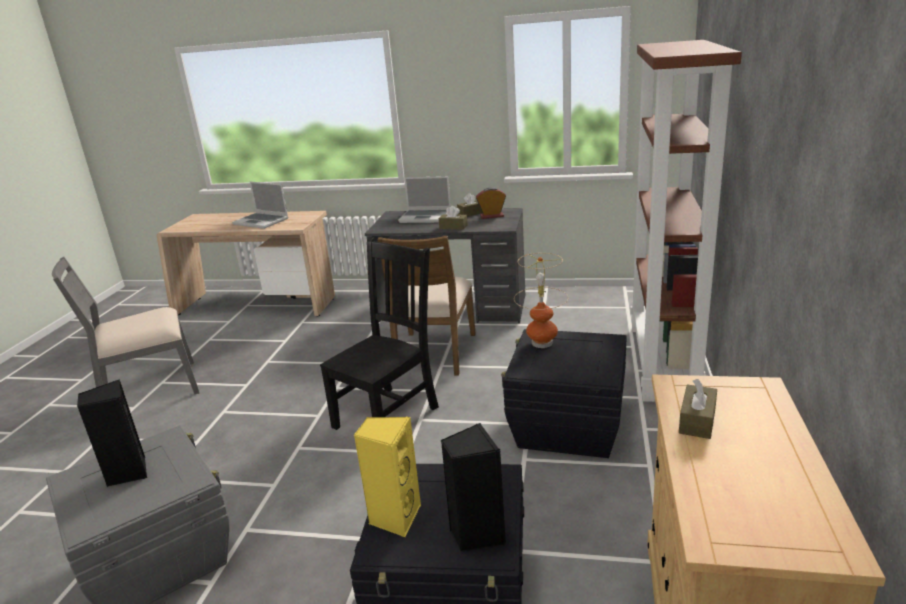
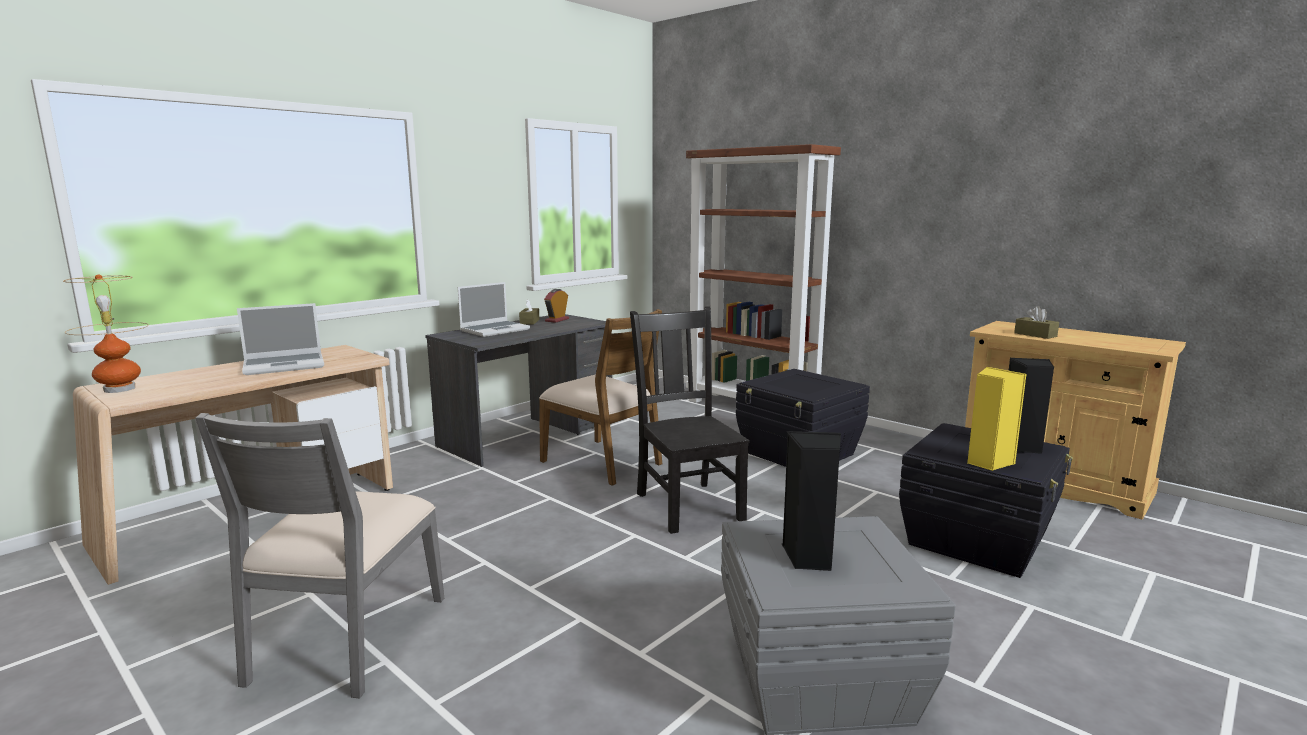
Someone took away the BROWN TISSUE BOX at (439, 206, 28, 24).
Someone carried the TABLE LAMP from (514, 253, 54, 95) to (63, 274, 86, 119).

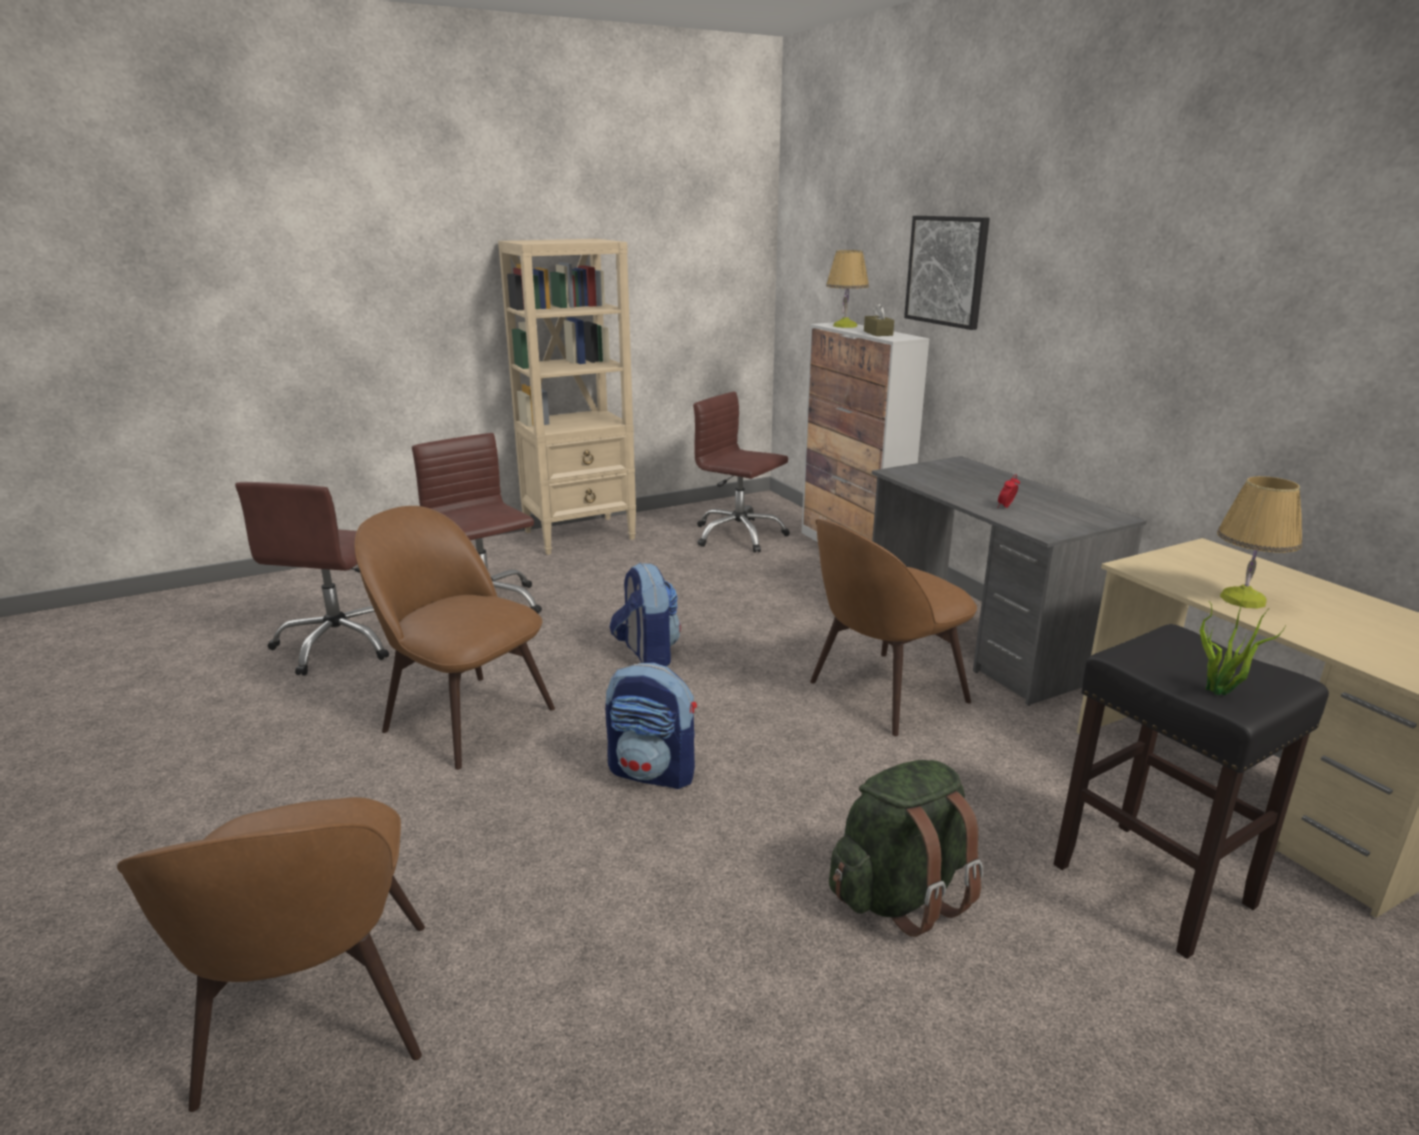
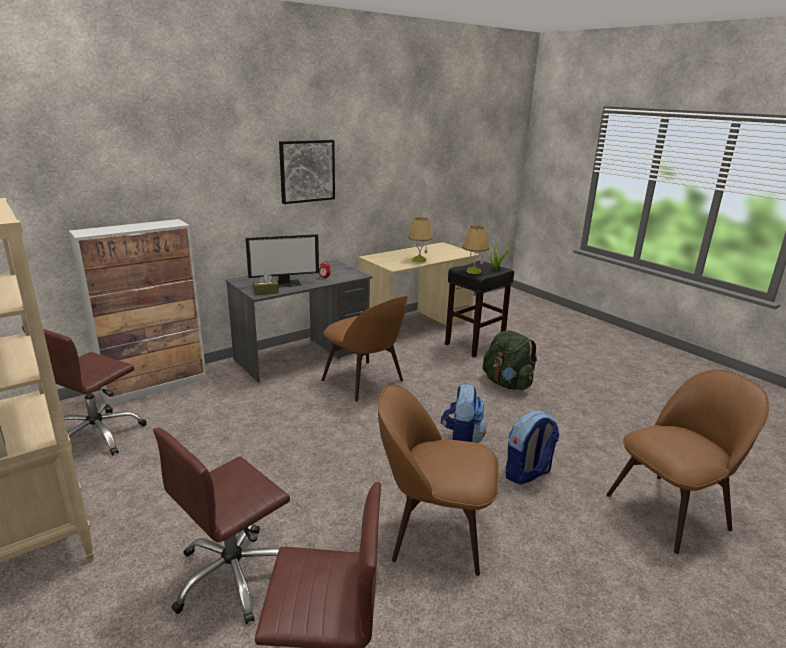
Someone carried the PICTURE from (904, 216, 86, 114) to (279, 140, 56, 64).
Someone carried the TABLE LAMP from (826, 250, 43, 78) to (462, 226, 27, 48).
Someone carried the BROWN TISSUE BOX from (864, 303, 30, 33) to (253, 274, 26, 21).
Someone rotated the BROWN CHAIR at (354, 506, 201, 264) by 75 degrees clockwise.
Someone carried the BACKPACK from (610, 562, 71, 105) to (506, 411, 53, 74).
Someone put down the MONITOR at (245, 234, 74, 53).

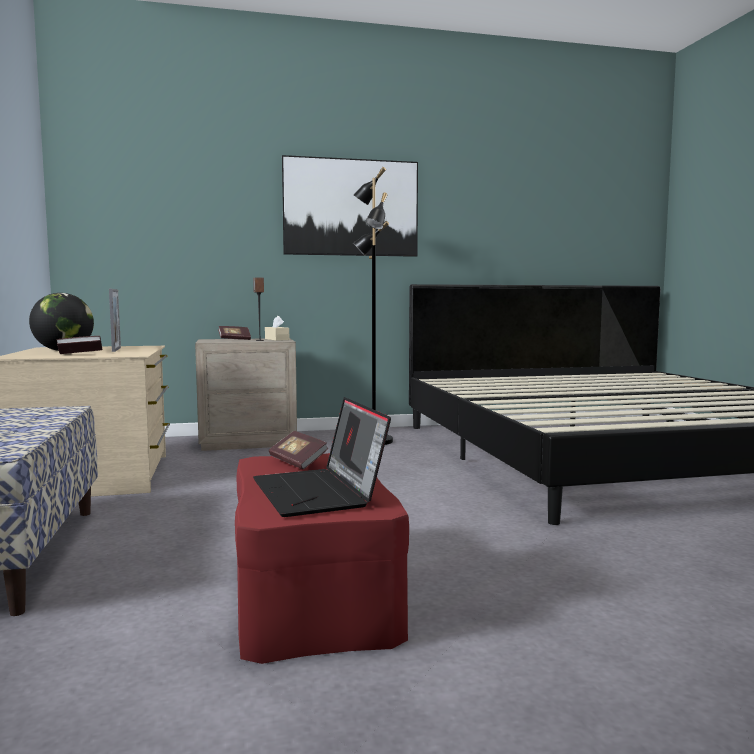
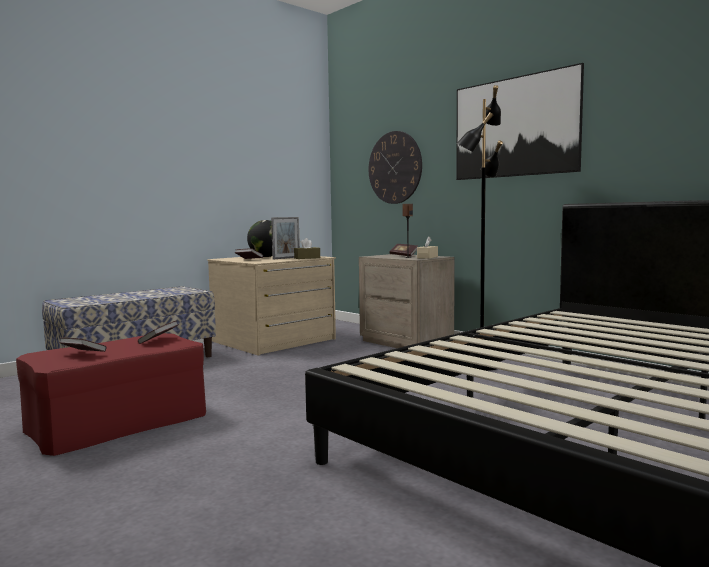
Someone swapped the LAPTOP at (253, 397, 138, 120) for the BOOK at (59, 338, 48, 14).
Someone put up the WALL CLOCK at (369, 131, 53, 73).
Someone put down the BROWN TISSUE BOX at (294, 238, 26, 21).

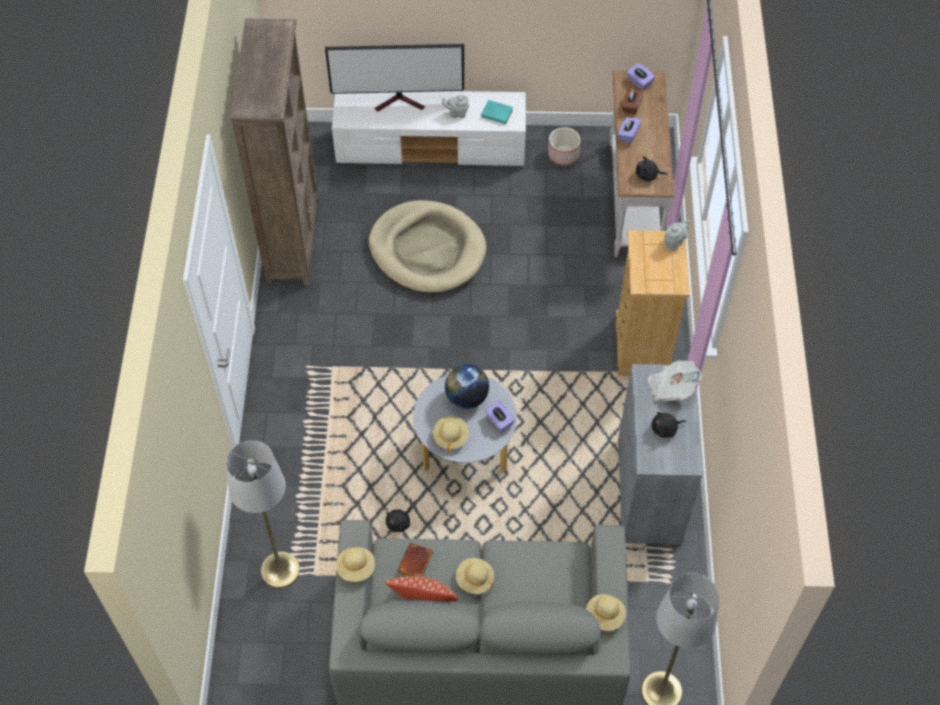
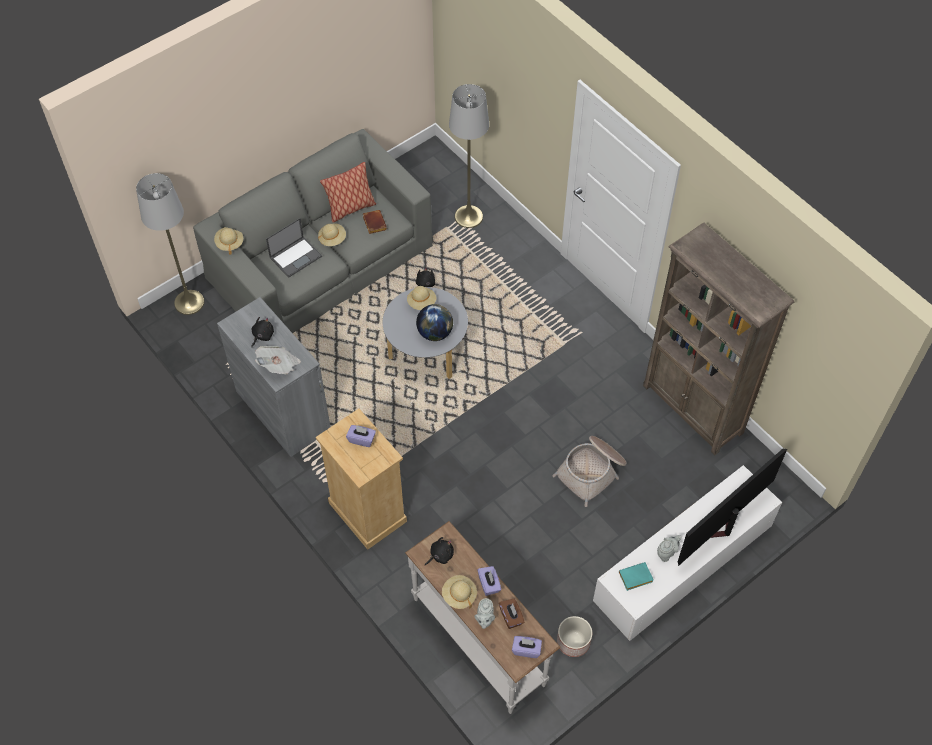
Someone swapped the BEIGE DOG BED at (368, 200, 119, 93) for the BASKET at (552, 436, 75, 71).
Someone carried the GREY TEAPOT from (664, 220, 26, 31) to (475, 598, 20, 31).
Someone carried the PURPLE TISSUE BOX from (485, 400, 30, 32) to (346, 425, 30, 22).
Someone carried the BEIGE HAT from (336, 547, 39, 35) to (442, 575, 35, 34).
Someone put down the LAPTOP at (266, 218, 56, 60).

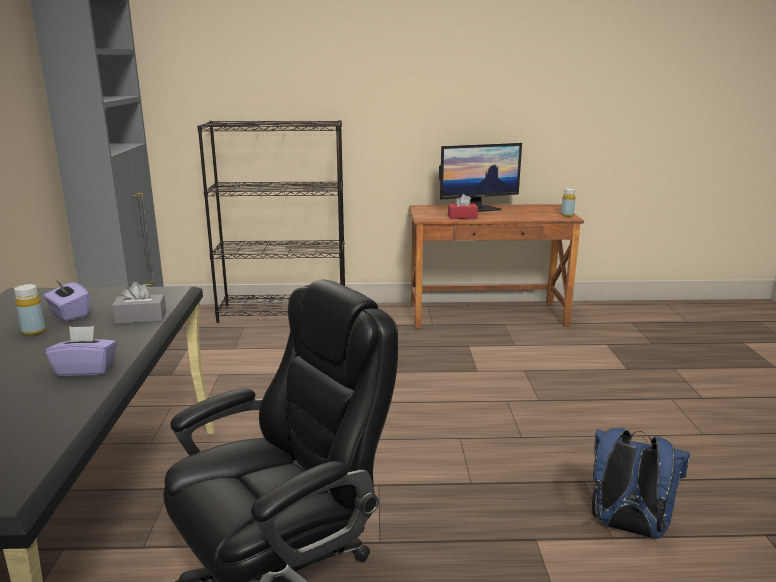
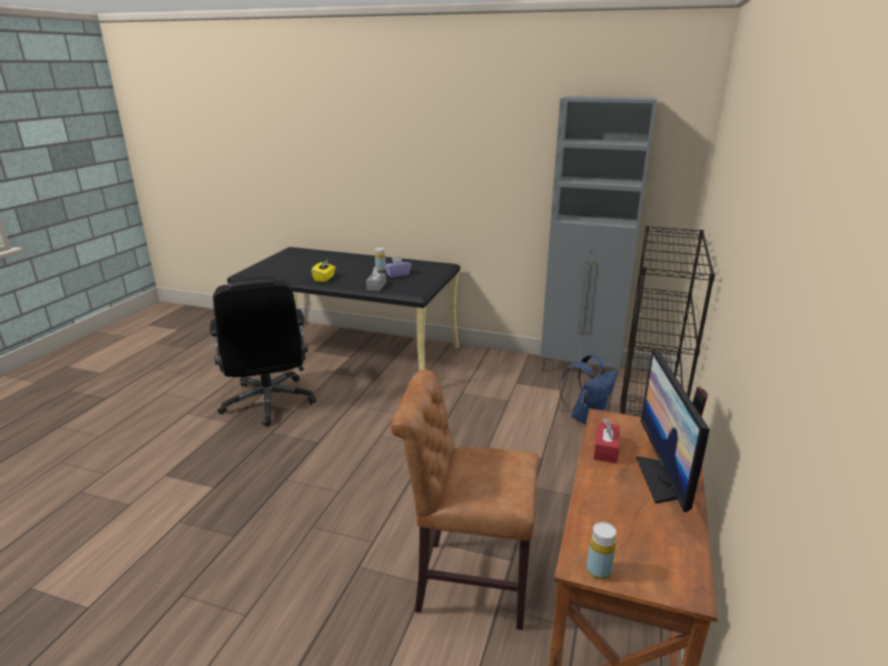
Someone repainted the PURPLE TISSUE BOX at (45, 326, 72, 50), which became the YELLOW TISSUE BOX at (311, 260, 25, 22).
Someone carried the BLUE BACKPACK from (592, 428, 98, 110) to (559, 355, 58, 70).
Someone put down the BROWN CHAIR at (391, 370, 148, 260).

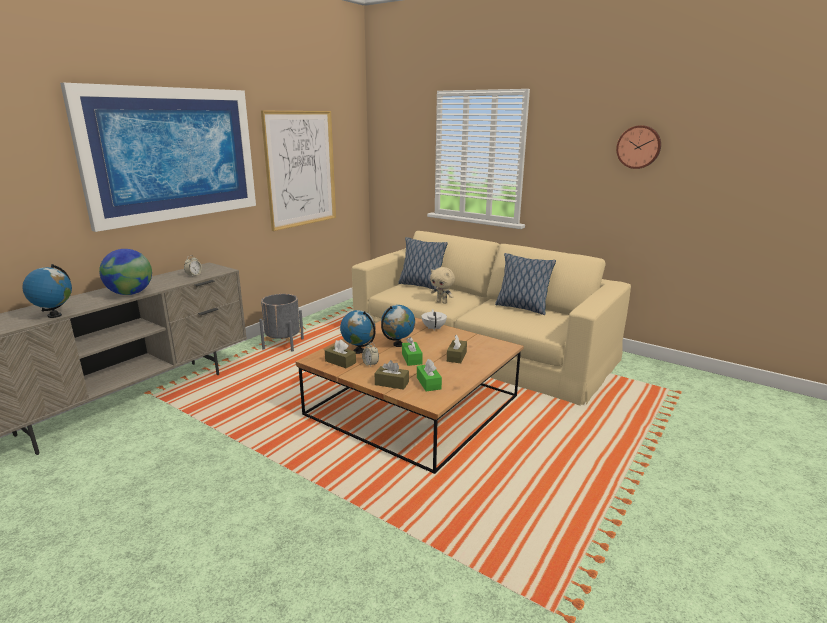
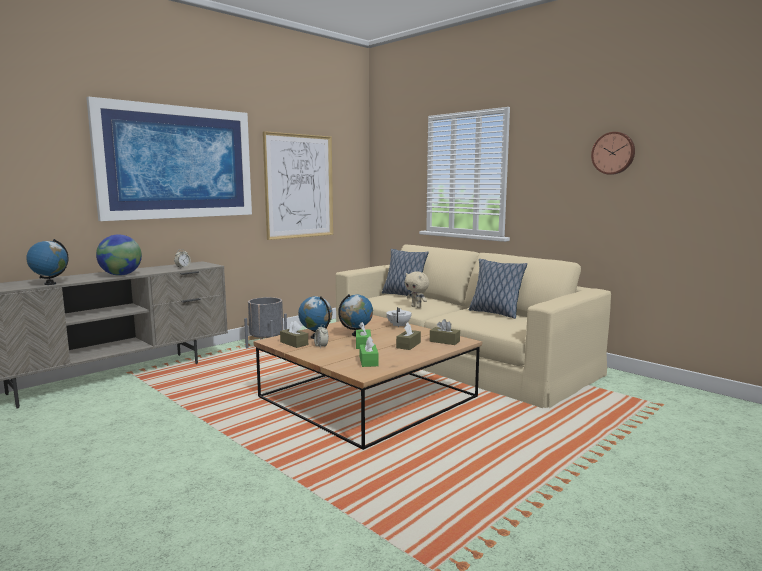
Someone carried the BROWN TISSUE BOX from (375, 360, 34, 30) to (430, 319, 30, 26).

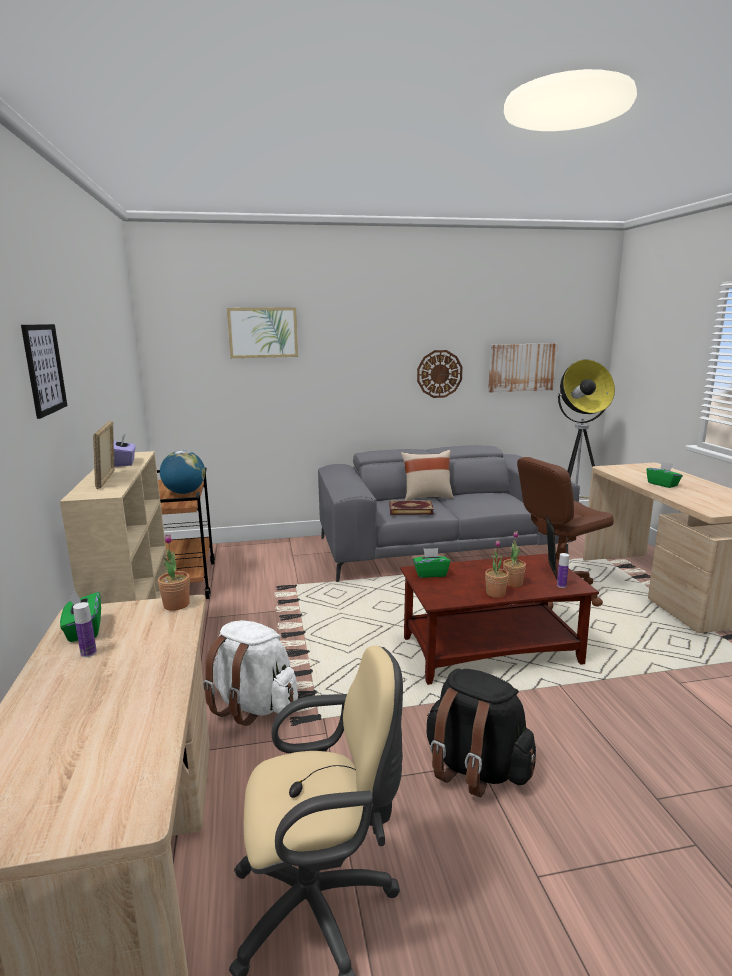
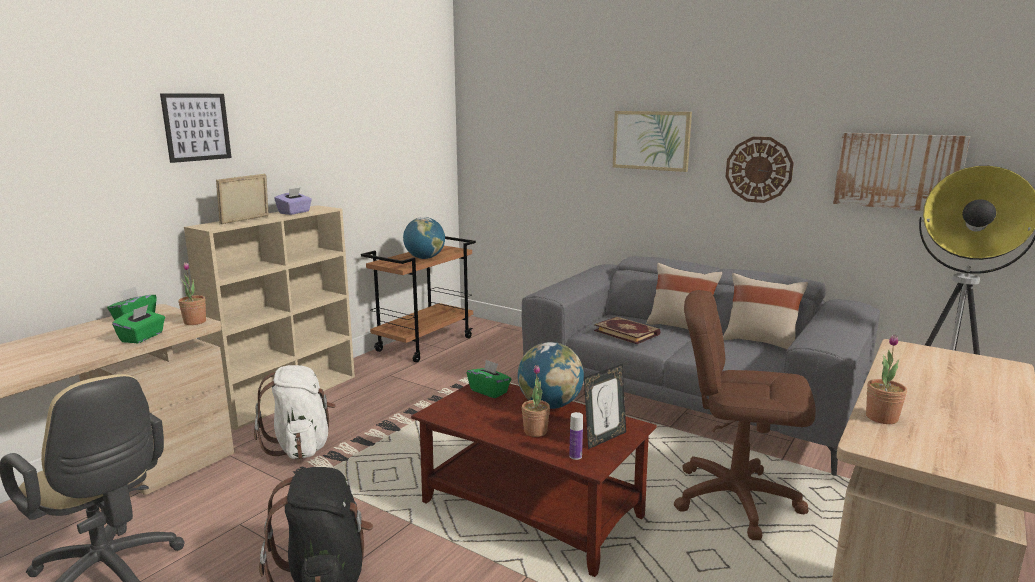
Someone carried the PICTURE from (227, 307, 71, 51) to (613, 111, 79, 61).
Someone carried the GREEN TISSUE BOX from (647, 461, 36, 27) to (112, 305, 53, 38).
Someone carried the POTTED PLANT from (485, 540, 24, 58) to (866, 335, 41, 89).
Someone took away the BOTTLE at (73, 602, 24, 55).
Someone put down the BEIGE PILLOW at (723, 273, 85, 76).
Someone put down the GLOBE at (518, 342, 66, 67).

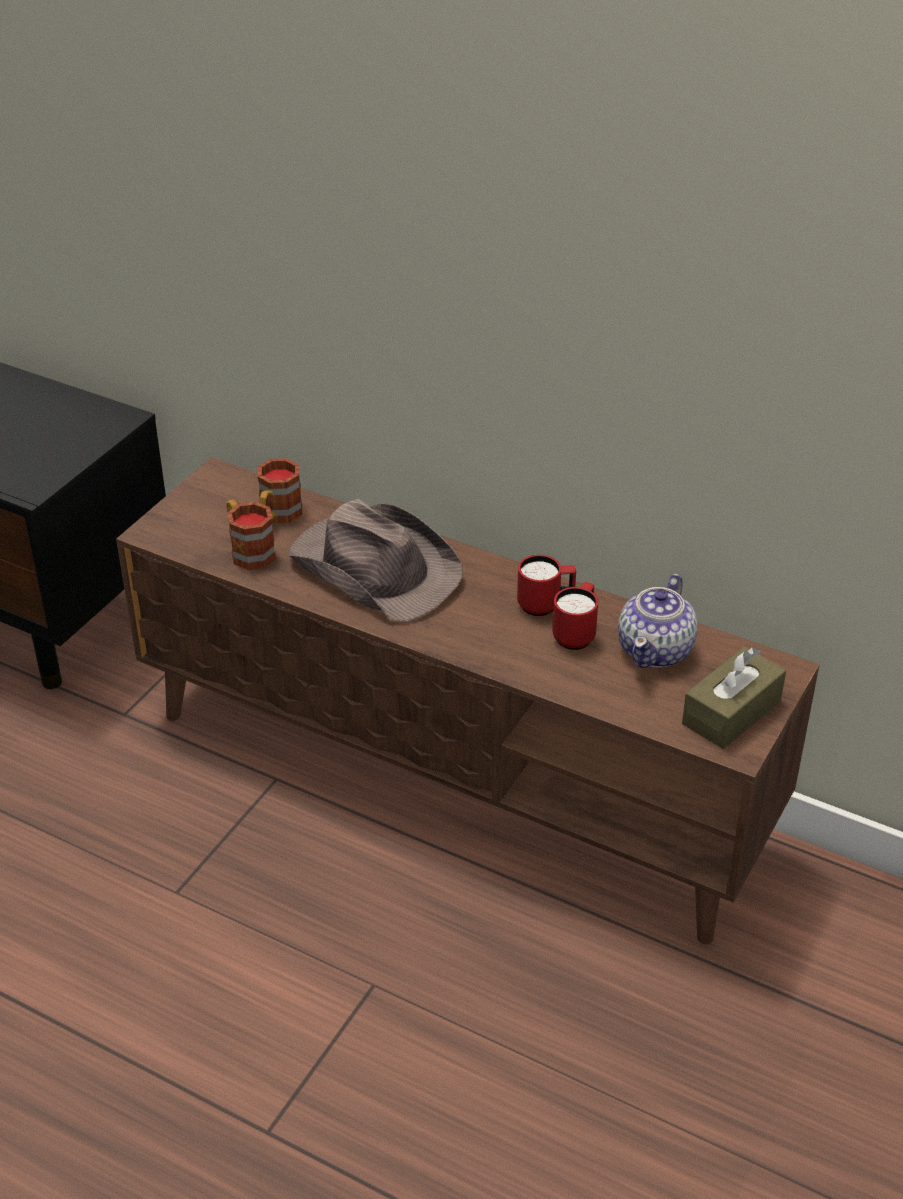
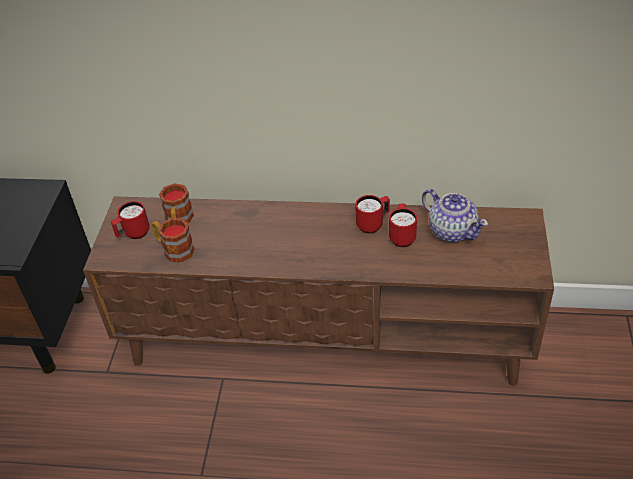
Someone took away the BROWN HAT at (288, 499, 175, 123).
Someone rotated the TEAPOT at (618, 574, 80, 94) by 45 degrees counterclockwise.
Someone took away the BROWN TISSUE BOX at (682, 647, 104, 102).
Someone put down the RED MUG at (111, 201, 38, 38).

